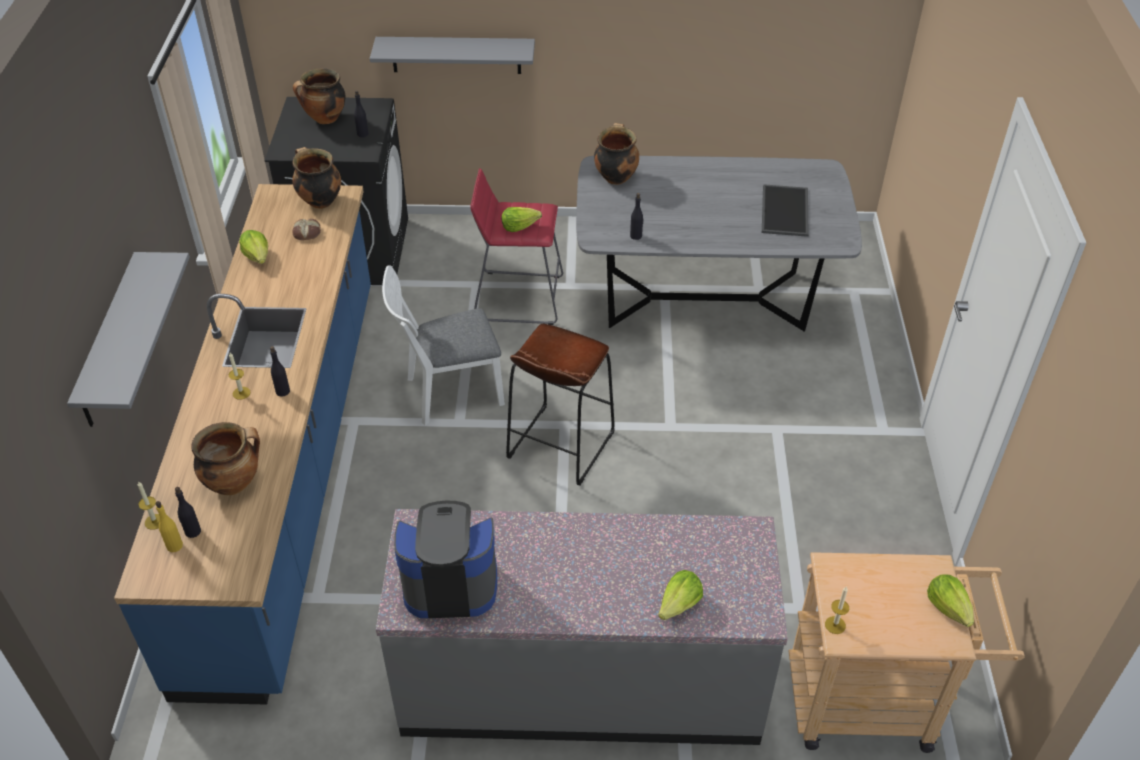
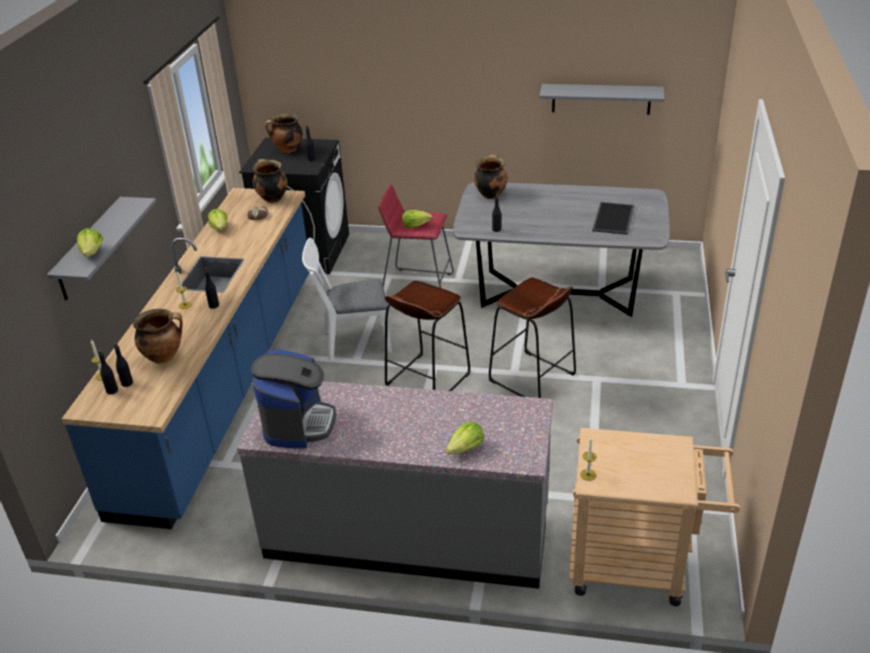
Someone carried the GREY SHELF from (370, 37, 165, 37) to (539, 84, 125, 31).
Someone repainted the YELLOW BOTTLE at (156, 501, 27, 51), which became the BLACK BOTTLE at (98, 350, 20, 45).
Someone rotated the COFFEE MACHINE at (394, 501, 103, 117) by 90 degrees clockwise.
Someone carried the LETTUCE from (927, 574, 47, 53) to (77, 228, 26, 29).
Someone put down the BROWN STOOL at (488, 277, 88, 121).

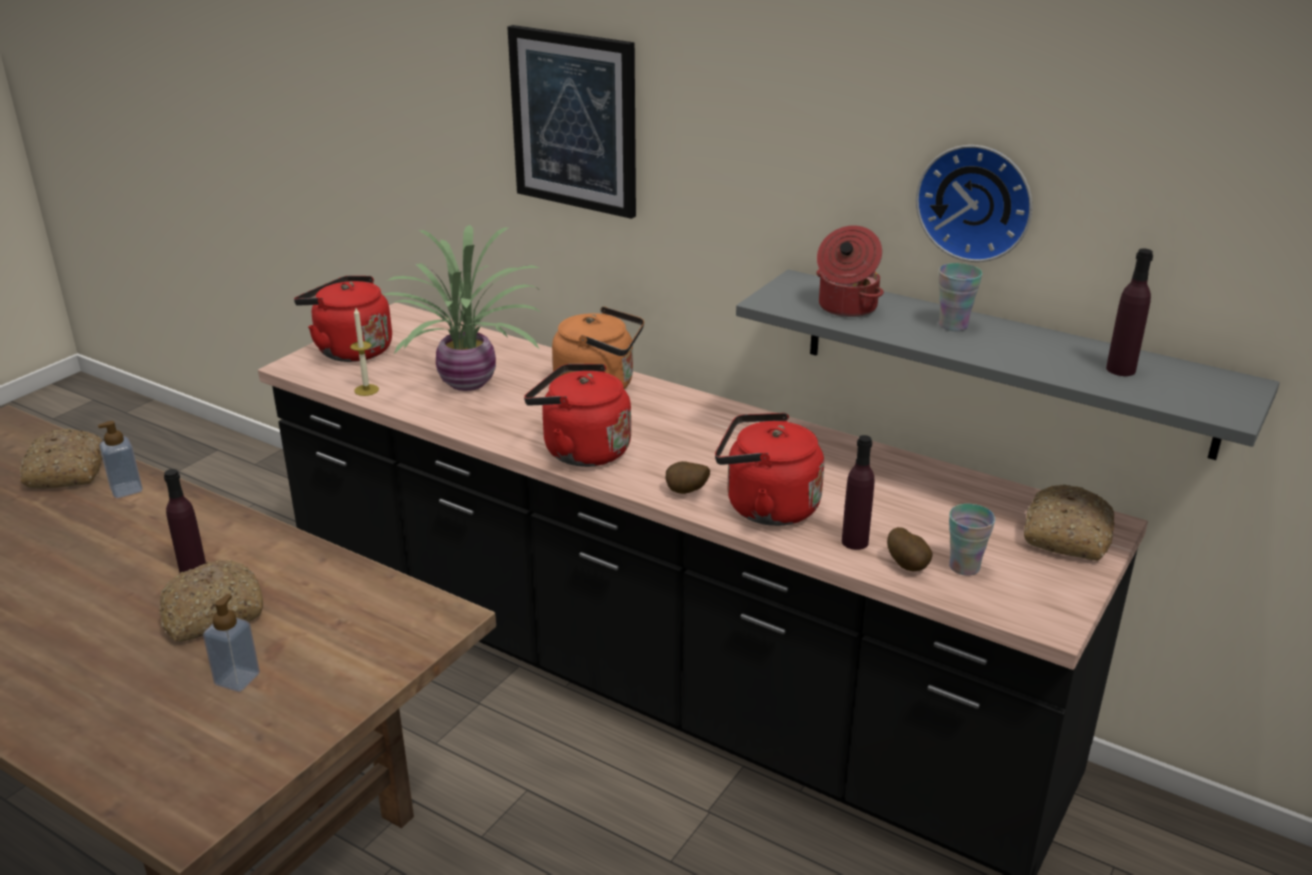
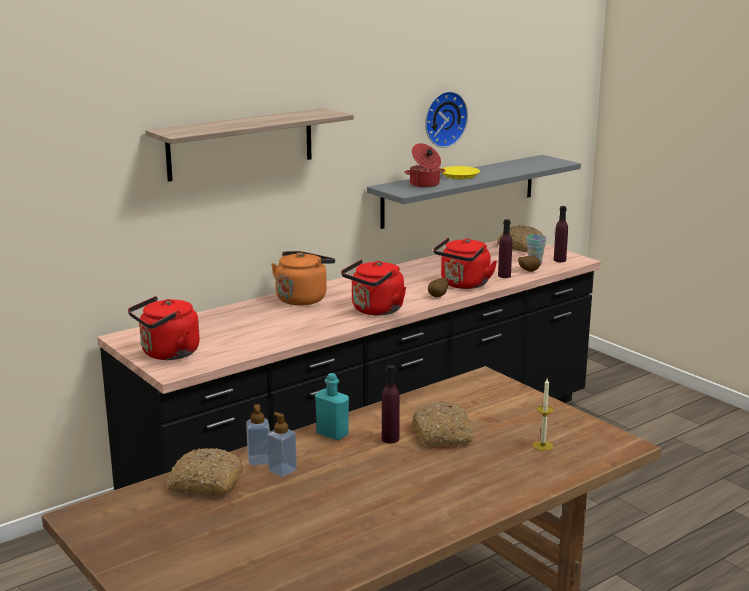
Someone swapped the PICTURE at (507, 25, 129, 194) for the SHELF at (145, 108, 209, 74).
Someone took away the POTTED PLANT at (383, 225, 159, 166).
Someone carried the PURPLE BOTTLE from (1106, 249, 47, 127) to (554, 206, 14, 56).
Someone swapped the CUP at (939, 263, 43, 68) for the YELLOW PLATE at (440, 166, 40, 13).
Someone carried the CANDLE from (350, 308, 29, 88) to (533, 379, 21, 72).
Someone carried the SOAP DISPENSER from (203, 594, 57, 98) to (267, 412, 30, 65).
Someone put down the TURQUOISE BOTTLE at (315, 373, 34, 67).

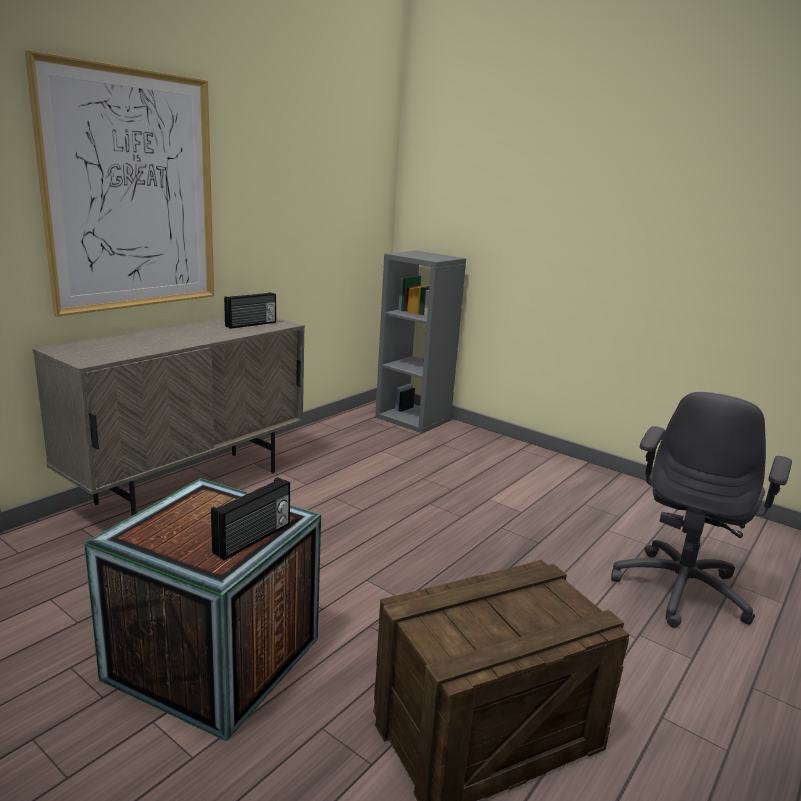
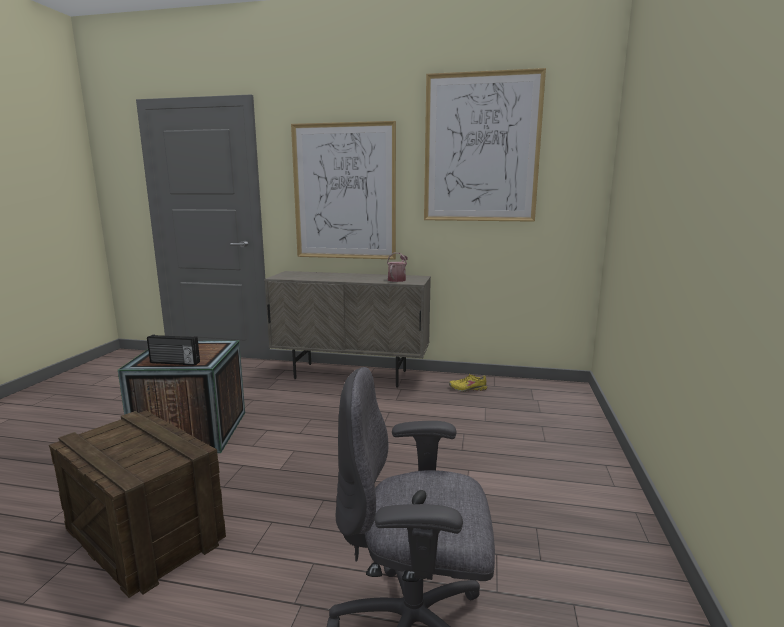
Someone took away the GREY BOOKCASE at (375, 251, 91, 182).
Someone swapped the RADIO at (224, 292, 52, 37) for the WATERING CAN at (387, 253, 21, 29).
Someone put up the PICTURE at (424, 68, 122, 154).
Someone put down the YELLOW SHOE at (449, 374, 38, 18).

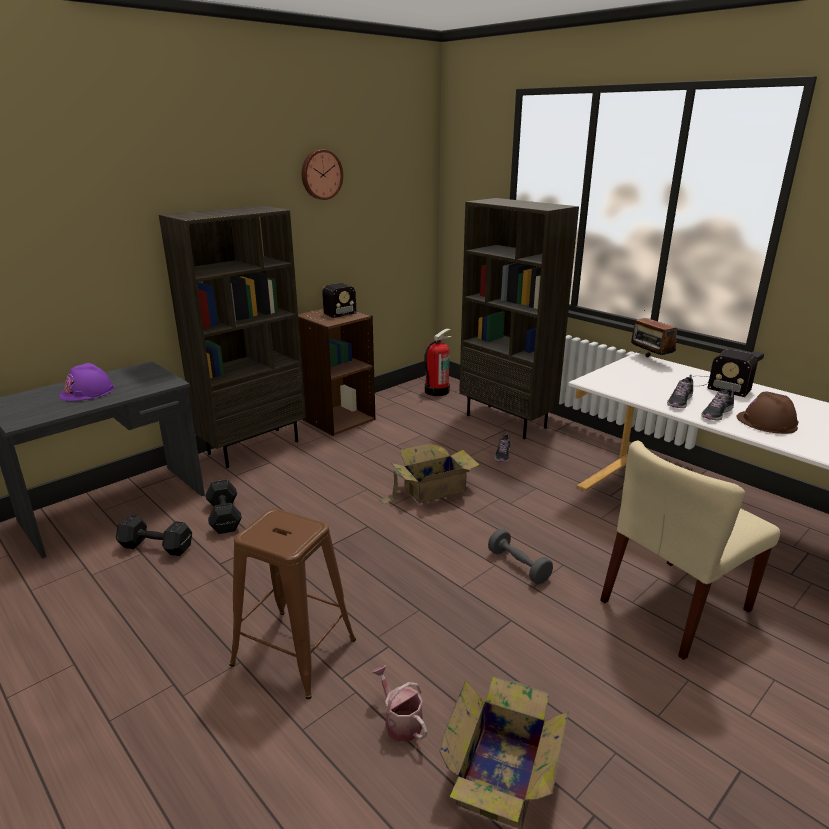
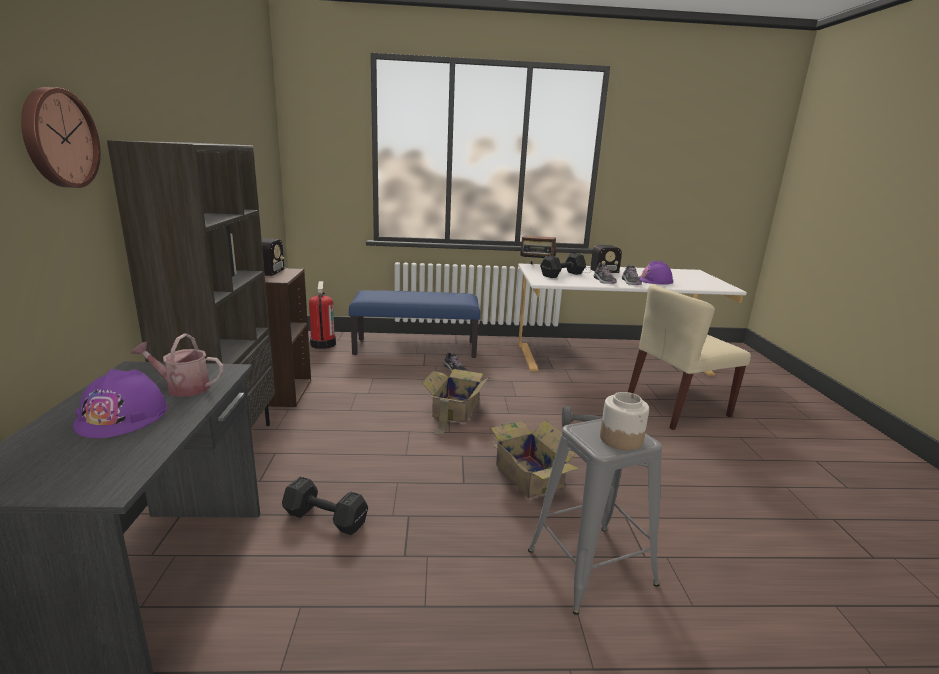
Someone carried the WALL CLOCK from (302, 150, 41, 50) to (21, 87, 80, 101).
Someone swapped the BROWN BOOKCASE at (459, 198, 120, 241) for the BLUE BENCH at (349, 290, 131, 68).
Someone repainted the BROWN HARD HAT at (737, 391, 62, 43), which became the PURPLE HARD HAT at (639, 261, 34, 23).
Someone rotated the BEIGE CHAIR at (600, 441, 180, 219) by 60 degrees clockwise.
Someone repainted the BROWN STOOL at (230, 508, 126, 191), which became the GREY STOOL at (528, 419, 134, 196).
Someone carried the BLACK DUMBBELL from (116, 515, 76, 41) to (540, 253, 46, 25).
Someone carried the WATERING CAN from (372, 665, 55, 76) to (131, 333, 93, 64).
Someone carried the CARDBOARD BOX from (439, 676, 130, 153) to (487, 419, 92, 79).
Someone put down the JAR at (600, 392, 49, 58).

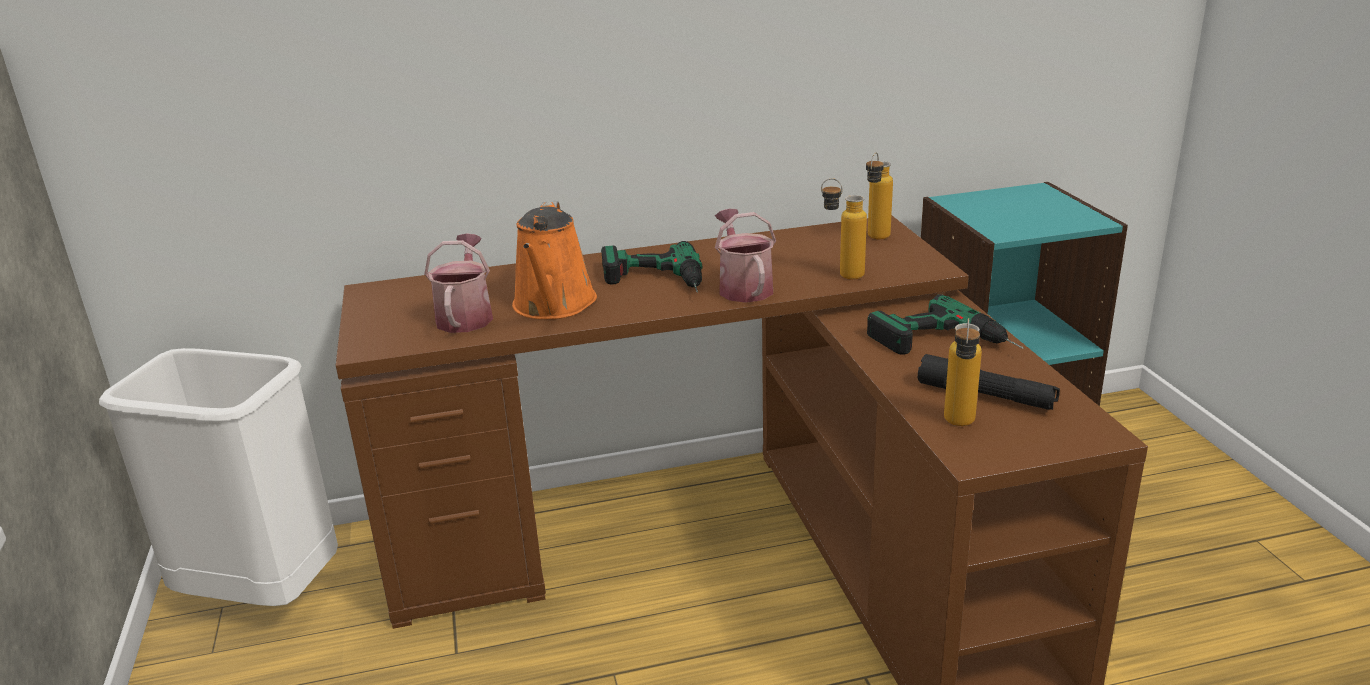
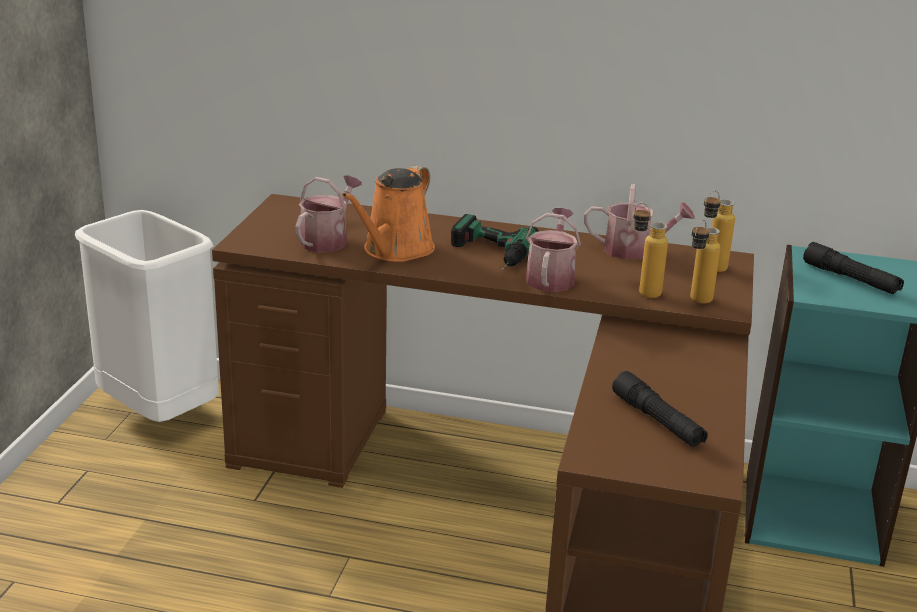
Someone took away the POWER DRILL at (867, 294, 157, 61).
Someone carried the BOTTLE from (944, 318, 38, 108) to (690, 220, 31, 84).
Someone put down the WATERING CAN at (584, 184, 111, 75).
Someone put down the BLACK FLASHLIGHT at (803, 242, 101, 52).

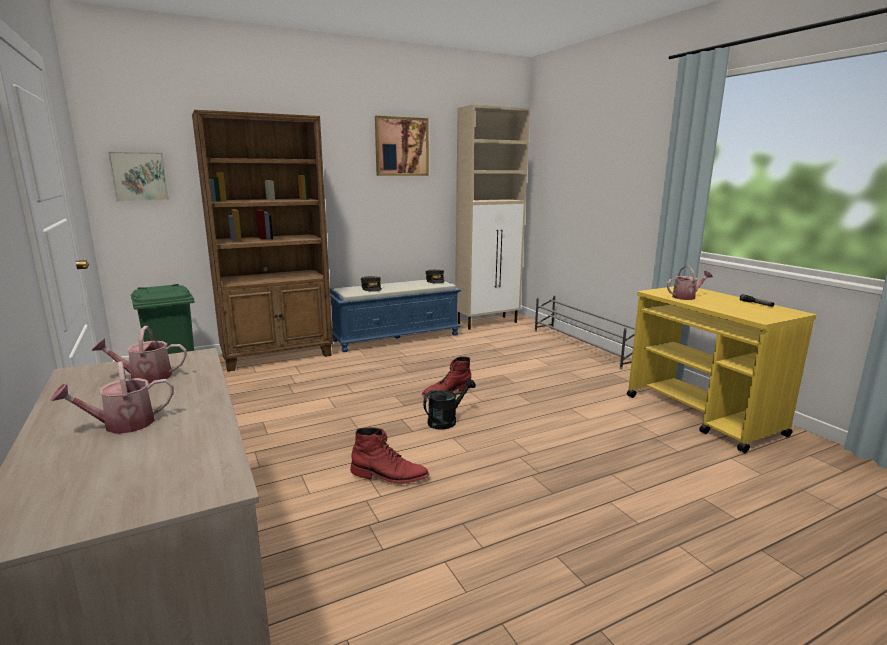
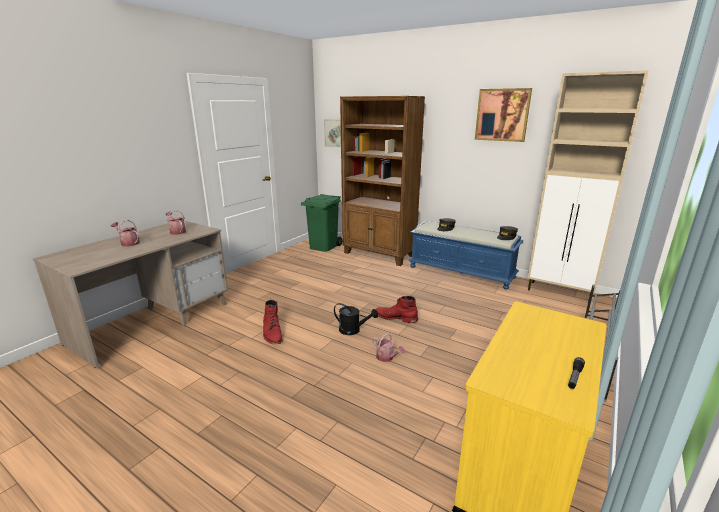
Someone carried the WATERING CAN from (667, 266, 46, 34) to (372, 334, 33, 28).

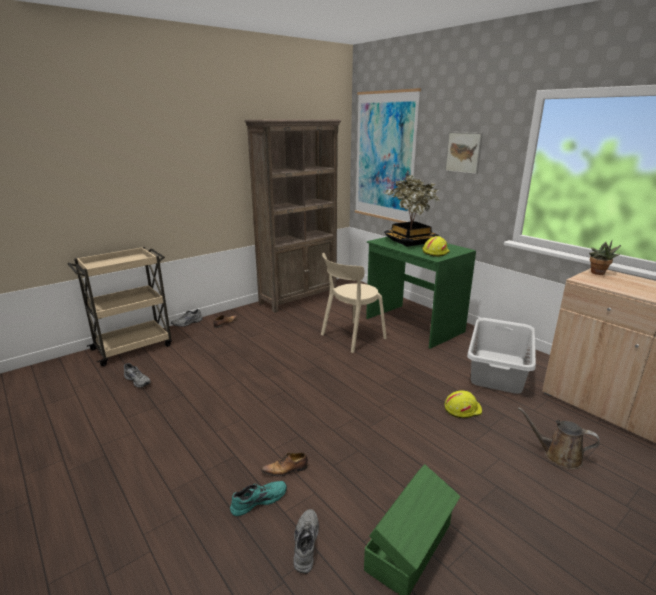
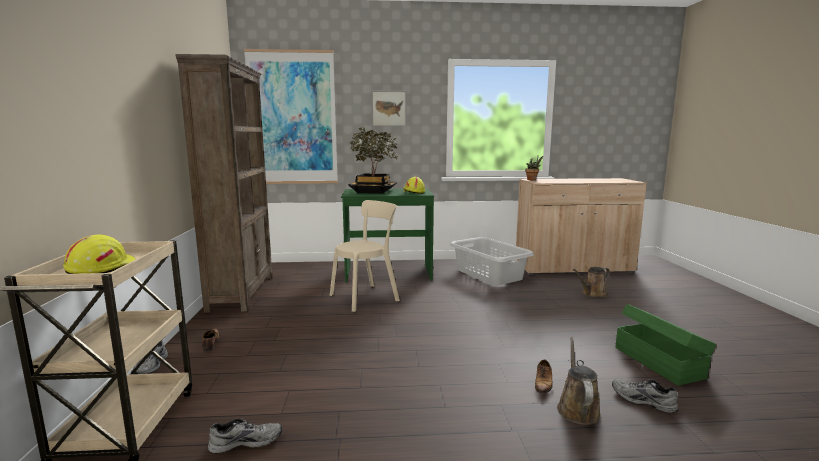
Someone rotated the BEIGE CHAIR at (321, 253, 66, 100) by 120 degrees counterclockwise.
Someone carried the YELLOW HARD HAT from (444, 390, 38, 28) to (63, 234, 73, 40).
Someone swapped the TURQUOISE SHOE at (230, 481, 57, 35) for the BROWN WATERING CAN at (557, 337, 44, 88).

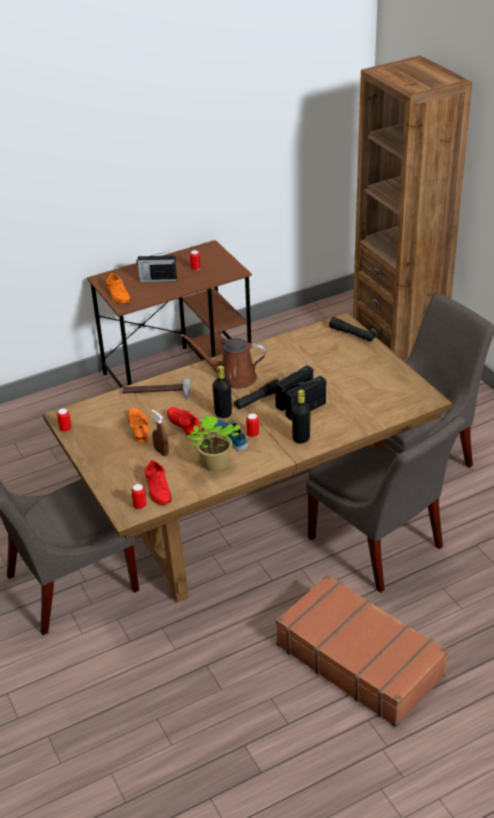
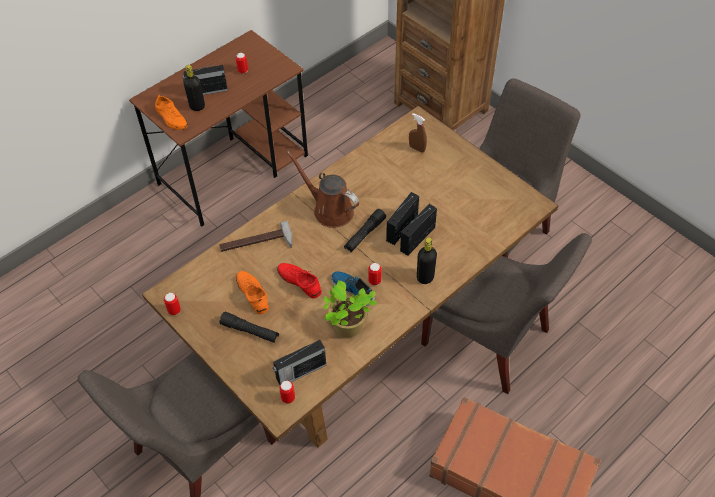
Someone carried the BLACK FLASHLIGHT from (329, 317, 47, 25) to (219, 312, 60, 31).
Someone rotated the BROWN WATERING CAN at (181, 334, 85, 55) by 45 degrees clockwise.
Someone carried the BLACK BOTTLE from (212, 366, 20, 52) to (184, 65, 21, 46).
Someone carried the BROWN SPRAY BOTTLE from (152, 410, 17, 46) to (409, 113, 18, 40).
Someone swapped the RED SHOE at (145, 460, 26, 45) for the RADIO at (273, 340, 53, 45).

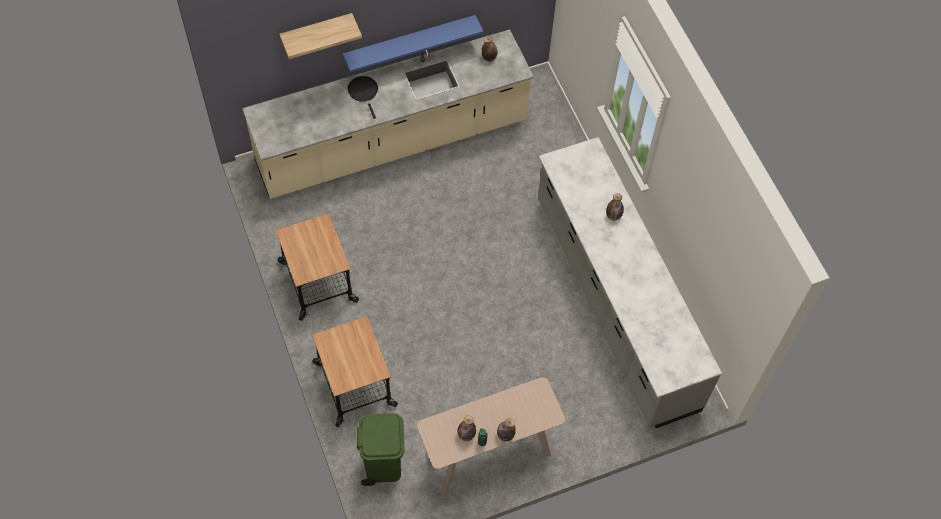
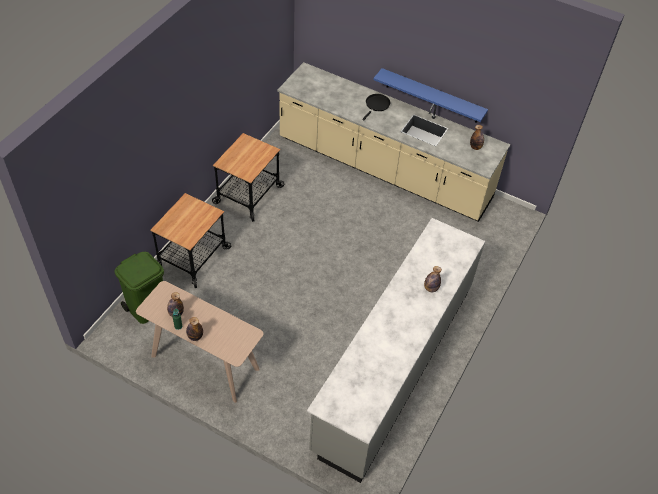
Someone took away the SHELF at (279, 13, 83, 46).

